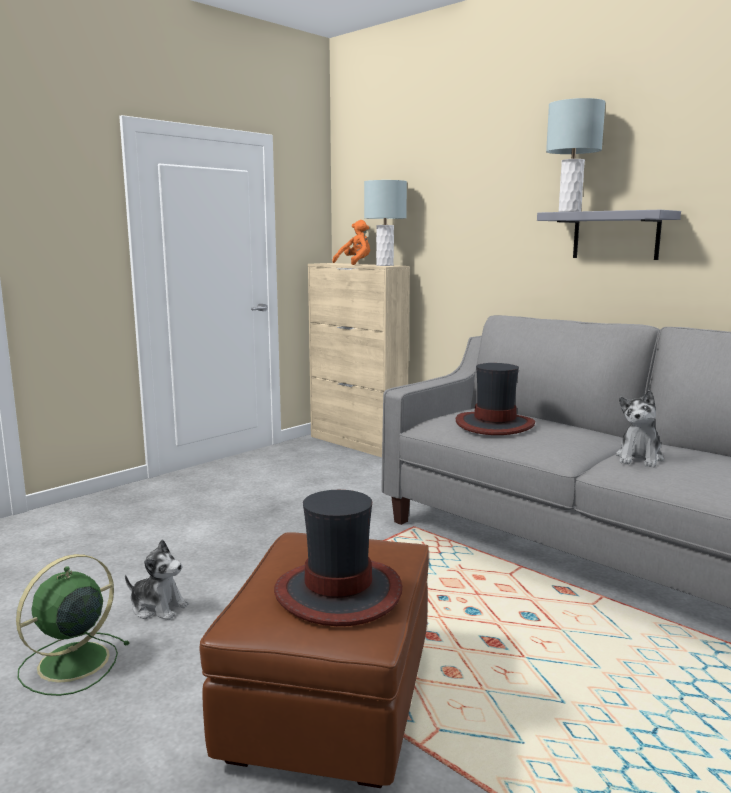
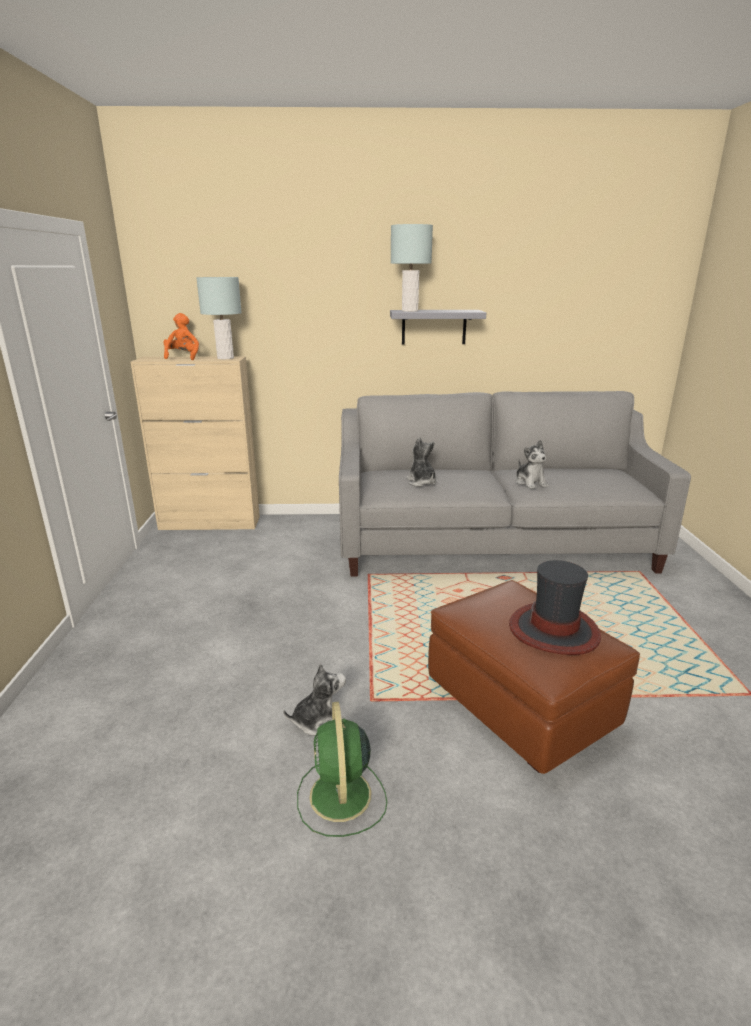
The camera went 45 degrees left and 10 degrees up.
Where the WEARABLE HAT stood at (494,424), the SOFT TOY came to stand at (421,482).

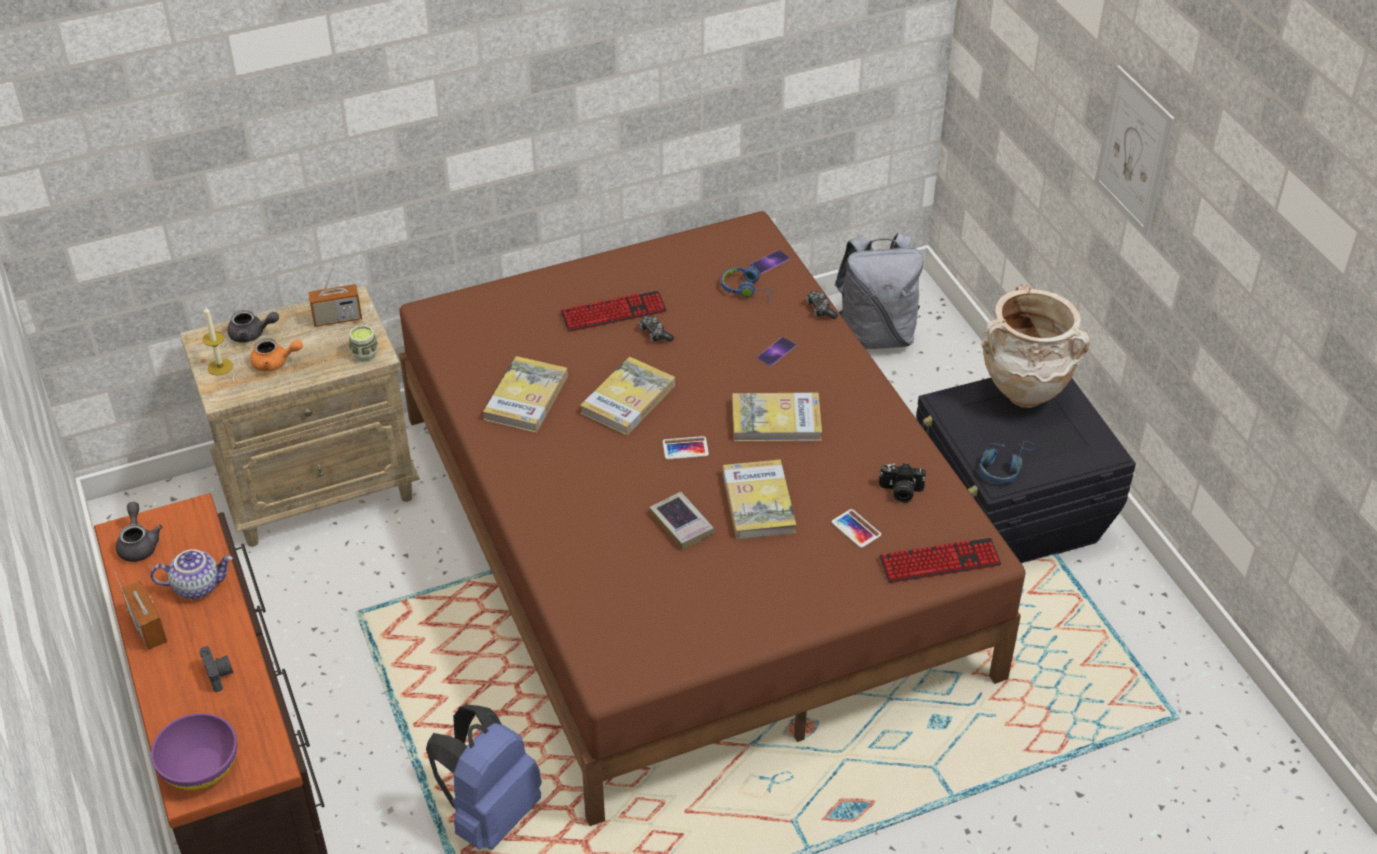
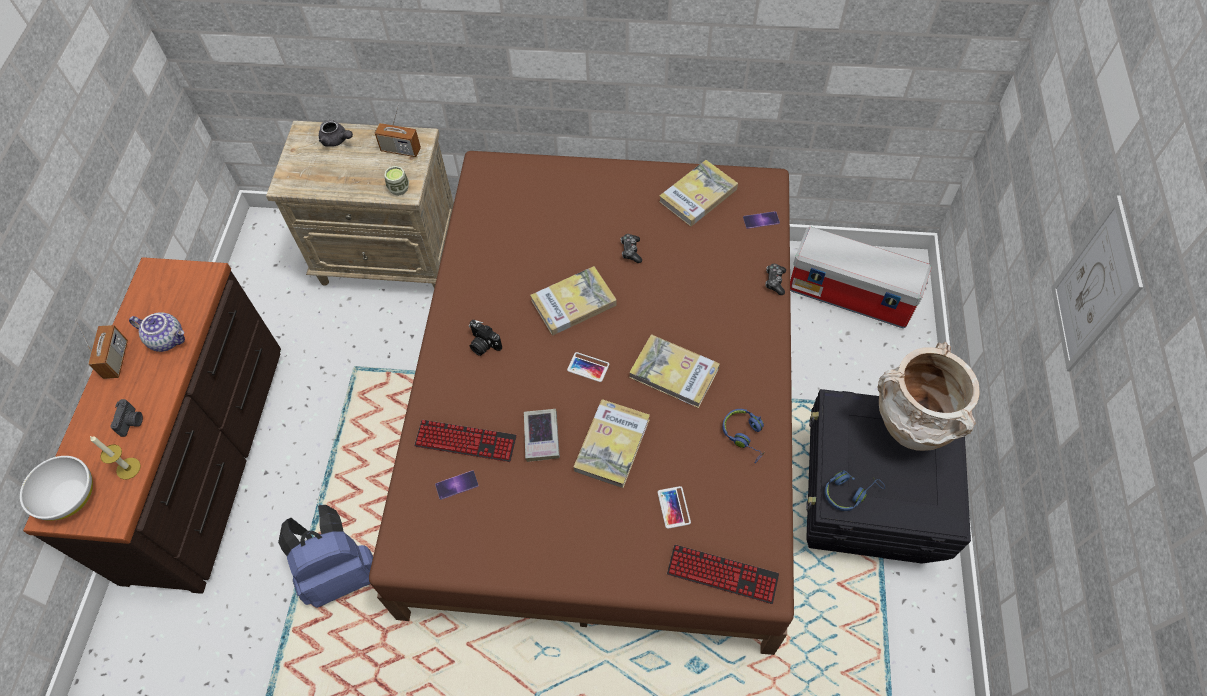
The camera went 30 degrees right and 15 degrees up.
The second view lost the GREY TEAPOT at (139,544).
The second view lost the ORANGEY TEAPOT at (275,363).
The WAX CANDLE ended up elsewhere, having gone from (220,367) to (128,468).
The BOOK ended up elsewhere, having gone from (526,398) to (698,195).
The PC KEYBOARD ended up elsewhere, having gone from (613,313) to (465,441).
The BLUE-COLOURED HEADSET ended up elsewhere, having gone from (747,289) to (745,436).
The HANDSET ended up elsewhere, having gone from (776,352) to (456,485).
The STILL CAMERA ended up elsewhere, having gone from (900,492) to (483,344).
Where the GREY KNAPSACK stood at (875,336), the STORAGE BOX came to stand at (852,294).
What was the PURPLE-COLOURED BOWL at (200,767) turned into the WHITE-COLOURED BOWL at (69,496).

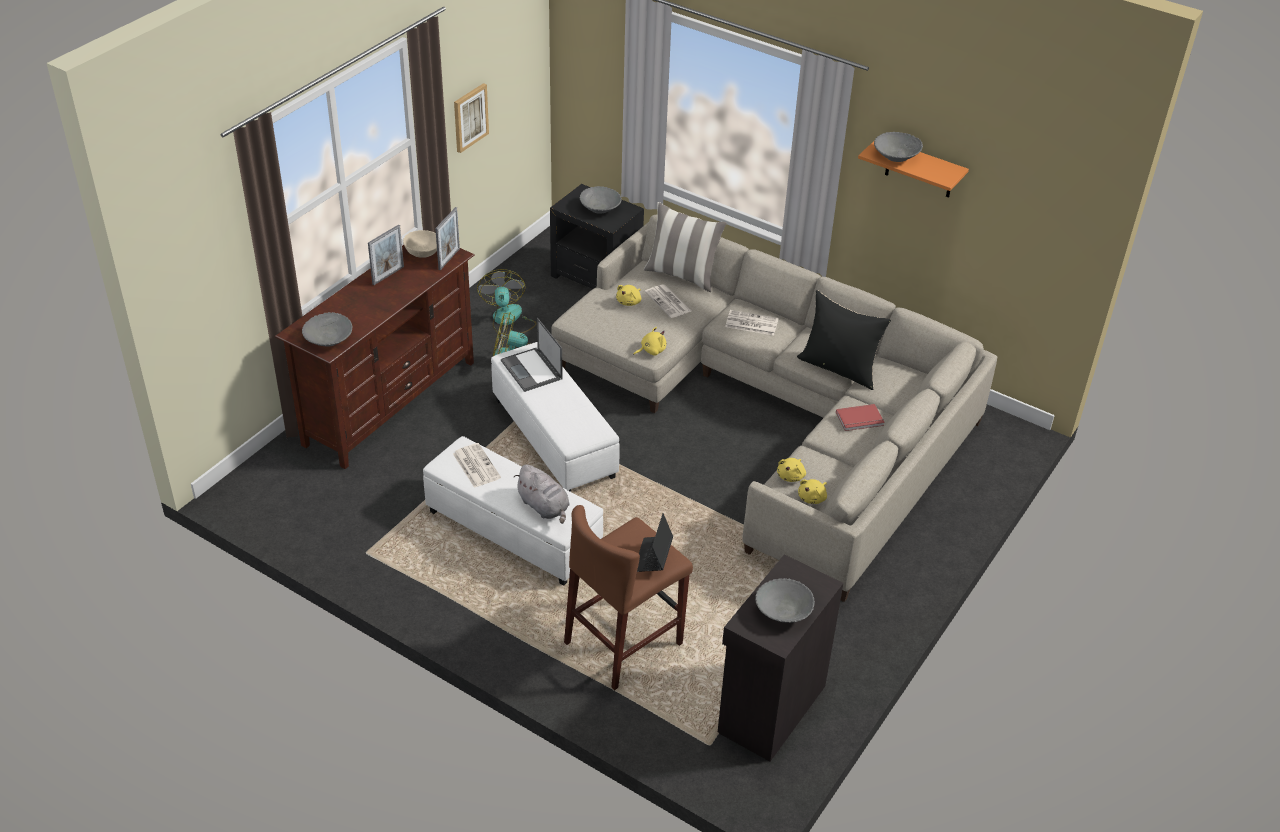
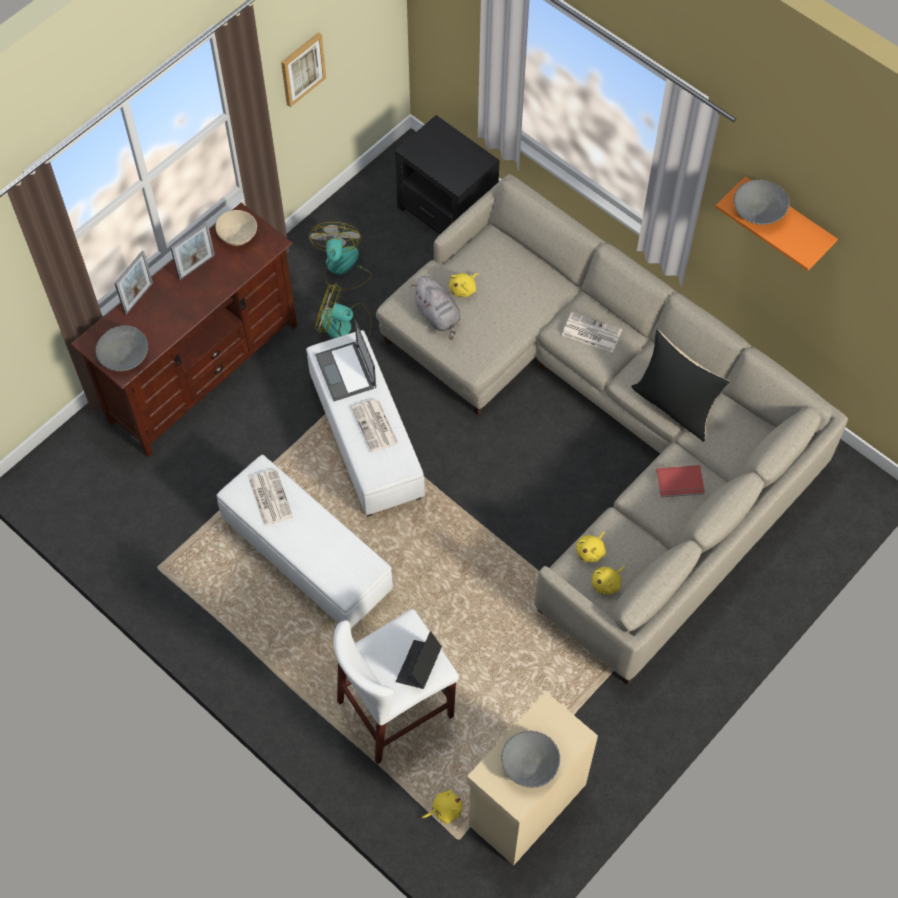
The camera went 10 degrees right and 20 degrees up.
The second view lost the GREY BOWL at (600,208).
The second view lost the PILLOW at (682,275).
The PICTURE FRAME ended up elsewhere, having gone from (449,259) to (138,298).
The GREY SOFT TOY ended up elsewhere, having gone from (544,507) to (438,316).
The YELLOWISH SOFT TOY ended up elsewhere, having gone from (651,350) to (445,810).
The DAILY PAPER ended up elsewhere, having gone from (668,302) to (375,426).
What was the BROWNISH STOOL at (623,643) turned into the WHITE-COLOURED STOOL at (395,709).
What was the BLACK-COLOURED CUPBOARD at (769,708) turned into the BEIGE-COLOURED CUPBOARD at (525,804).

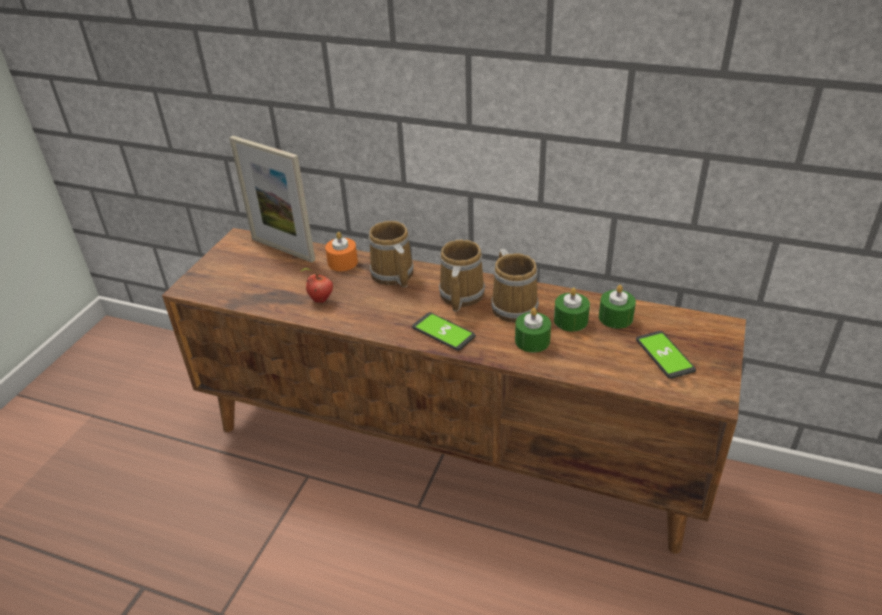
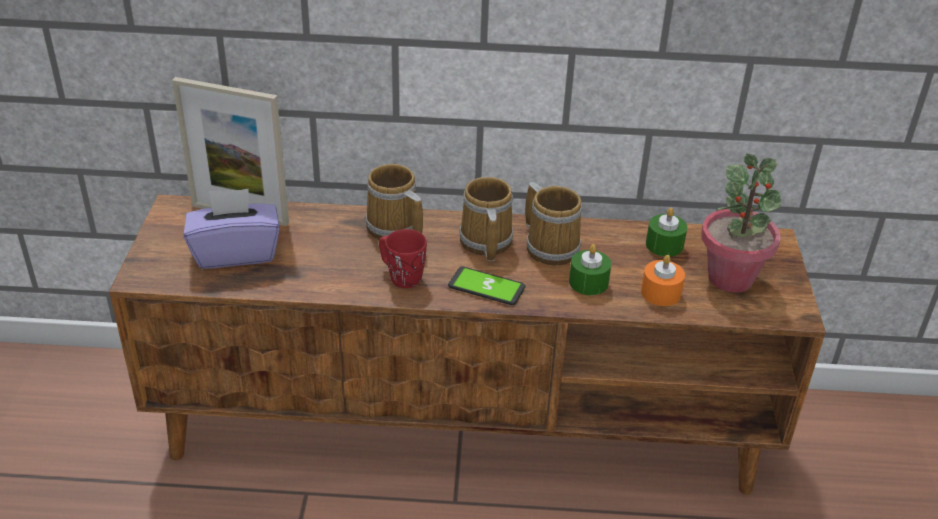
The camera went 20 degrees left and 0 degrees up.
The second view lost the APPLE at (319,300).
The second view lost the GREEN-COLOURED WAX CANDLE at (570,320).
The second view gained the PURPLE-COLOURED TISSUE HOLDER at (235,252).
The second view gained the REDDISH COFFEE MUG at (401,276).
The ORANGEY WAX CANDLE ended up elsewhere, having gone from (342,262) to (660,293).
Where the HANDSET stood at (665,355), the HOUSEPLANT came to stand at (730,278).

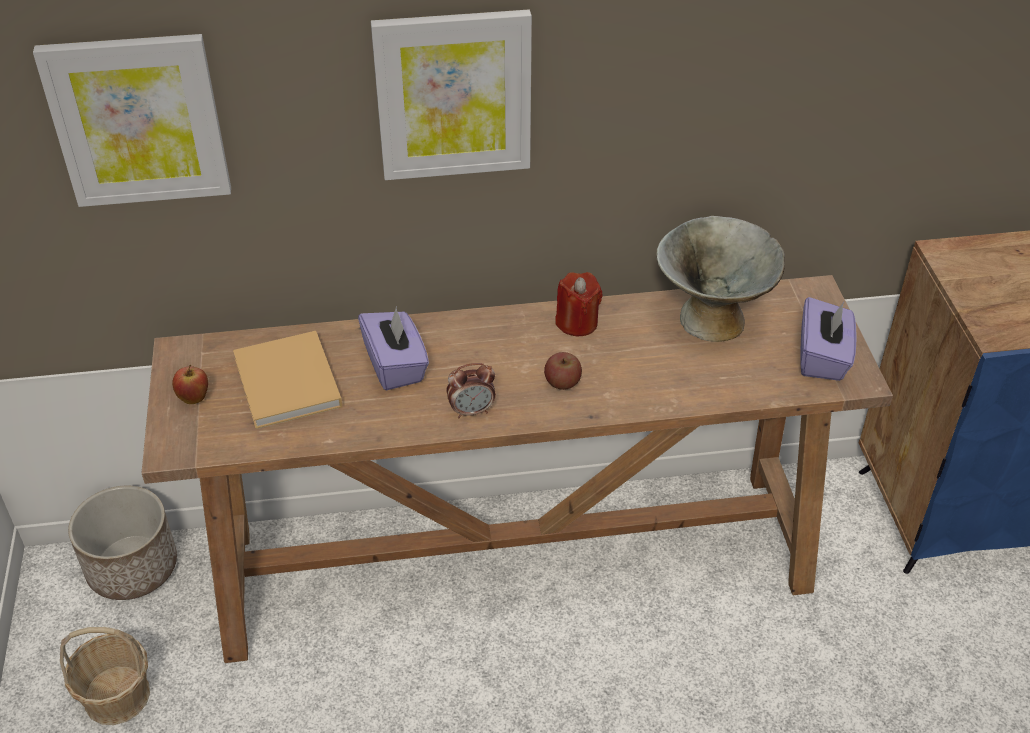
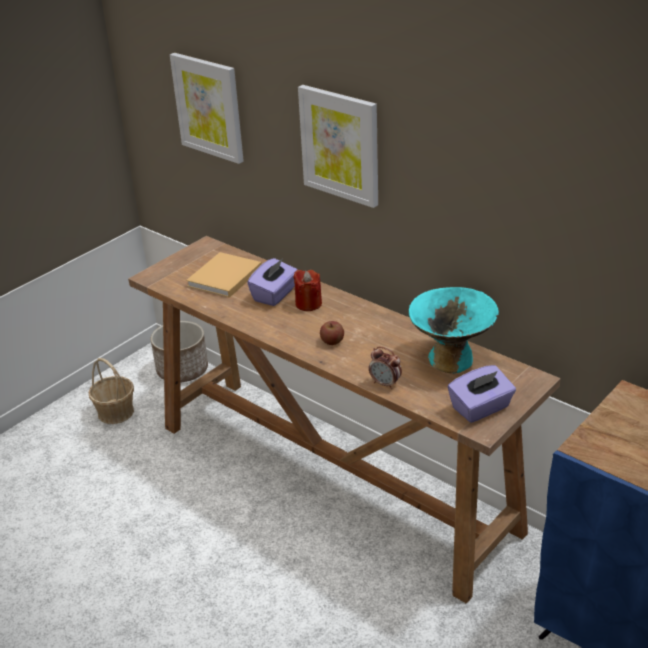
The camera went 50 degrees right and 10 degrees down.
The second view lost the APPLE at (194,398).
The TABLE CLOCK ended up elsewhere, having gone from (472,411) to (385,384).
The REDDISH WAX CANDLE ended up elsewhere, having gone from (577,323) to (308,304).
What was the GREY BOWL at (712,320) turned into the TURQUOISE-COLOURED BOWL at (451,359).

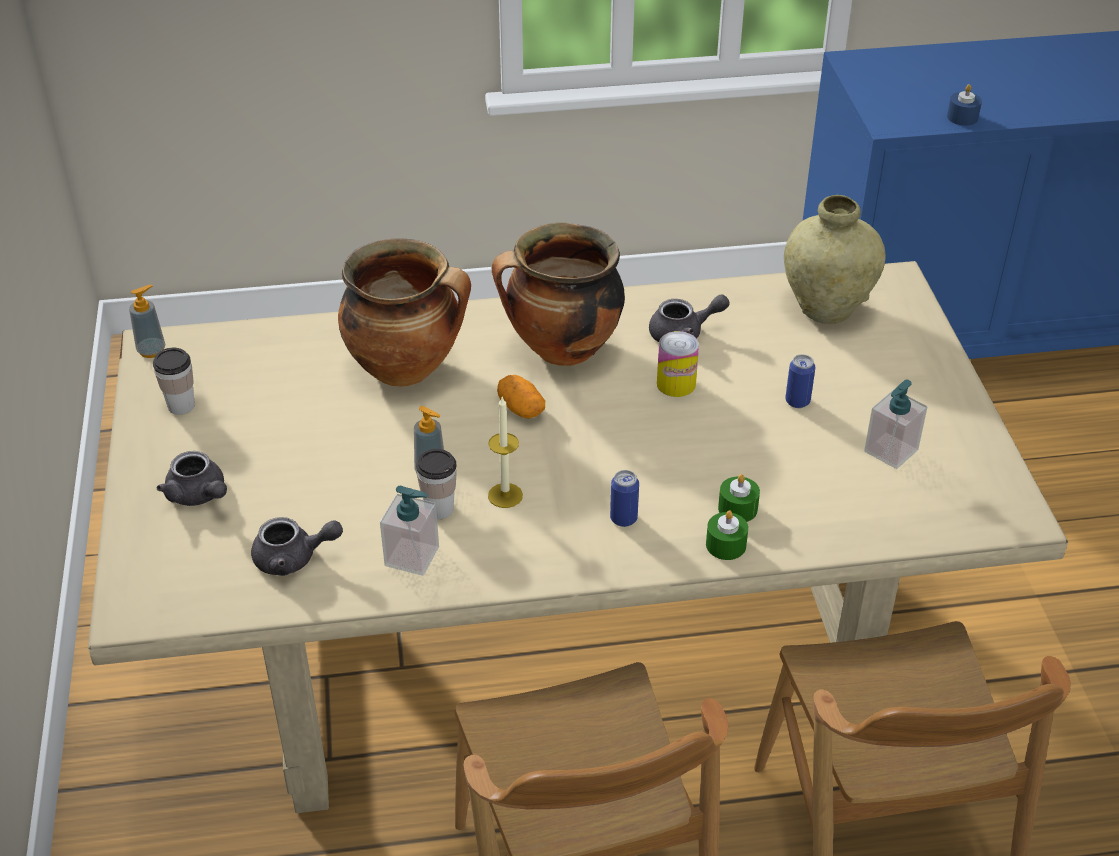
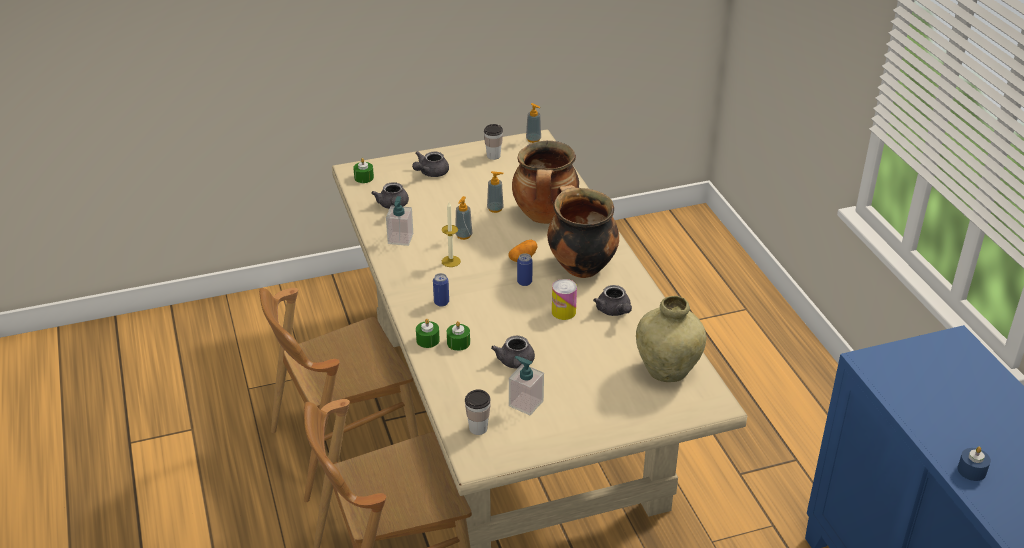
The camera went 80 degrees right and 5 degrees down.
The second view gained the GREEN-COLOURED WAX CANDLE at (364,178).
The second view gained the SOAP DISPENSER at (495,209).
The second view gained the GREY TEAPOT at (515,363).
The CUP ended up elsewhere, having gone from (439,509) to (478,428).
The CAN ended up elsewhere, having gone from (797,401) to (524,282).
The BLUE-COLOURED WAX CANDLE ended up elsewhere, having gone from (962,117) to (971,470).

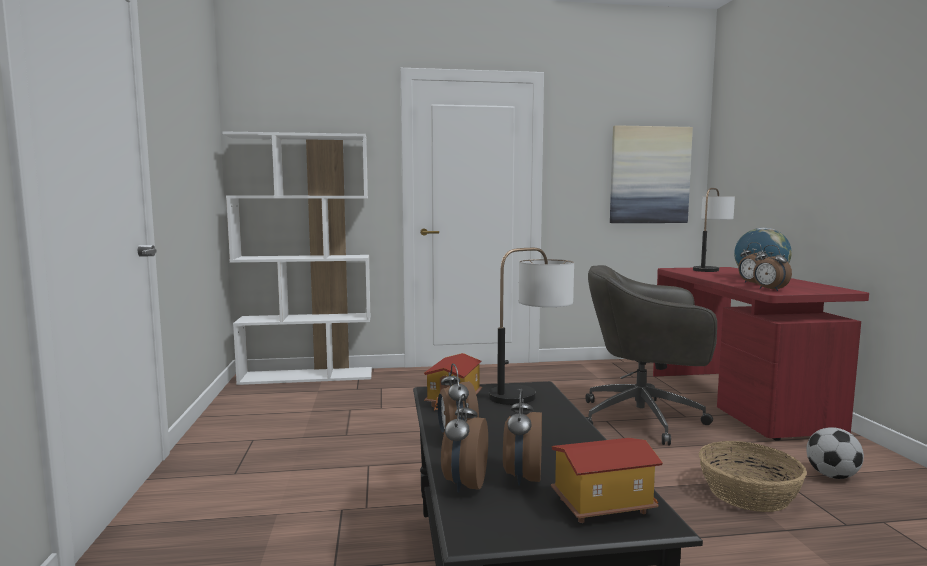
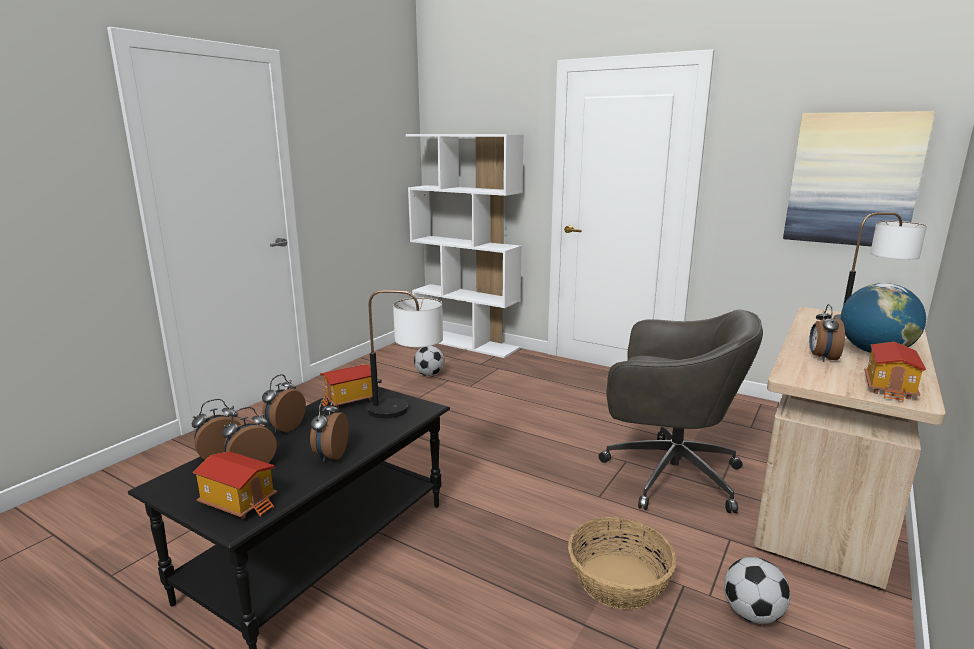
The camera went 40 degrees right and 10 degrees up.
The second view gained the FOOTBALL BALL at (429,374).
The second view gained the TOY HOUSE at (890,388).
The TABLE CLOCK ended up elsewhere, having gone from (769,289) to (330,455).
What was the REDDISH DESK at (739,401) turned into the BEIGE-COLOURED DESK at (826,497).
The GREY OFFICE CHAIR at (645,419) ended up facing another way, 150 degrees clockwise from before.

